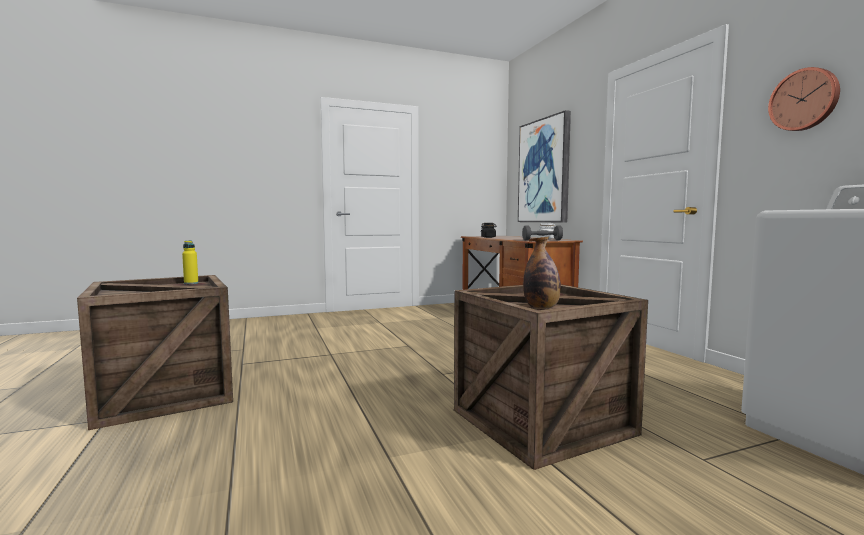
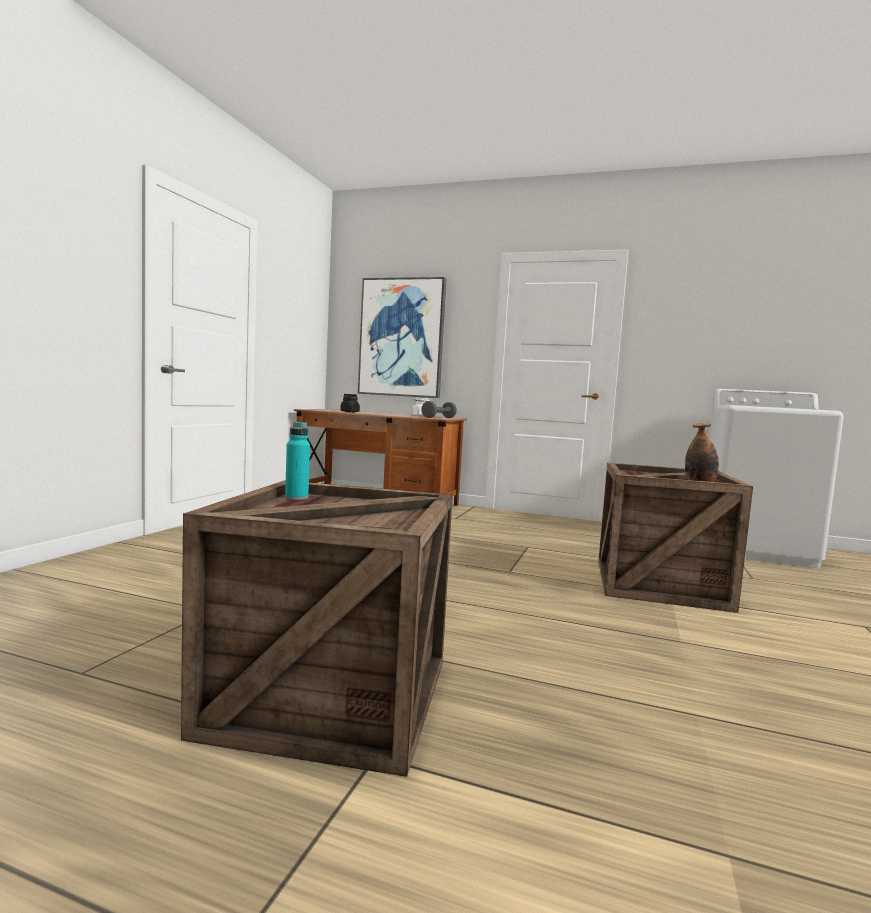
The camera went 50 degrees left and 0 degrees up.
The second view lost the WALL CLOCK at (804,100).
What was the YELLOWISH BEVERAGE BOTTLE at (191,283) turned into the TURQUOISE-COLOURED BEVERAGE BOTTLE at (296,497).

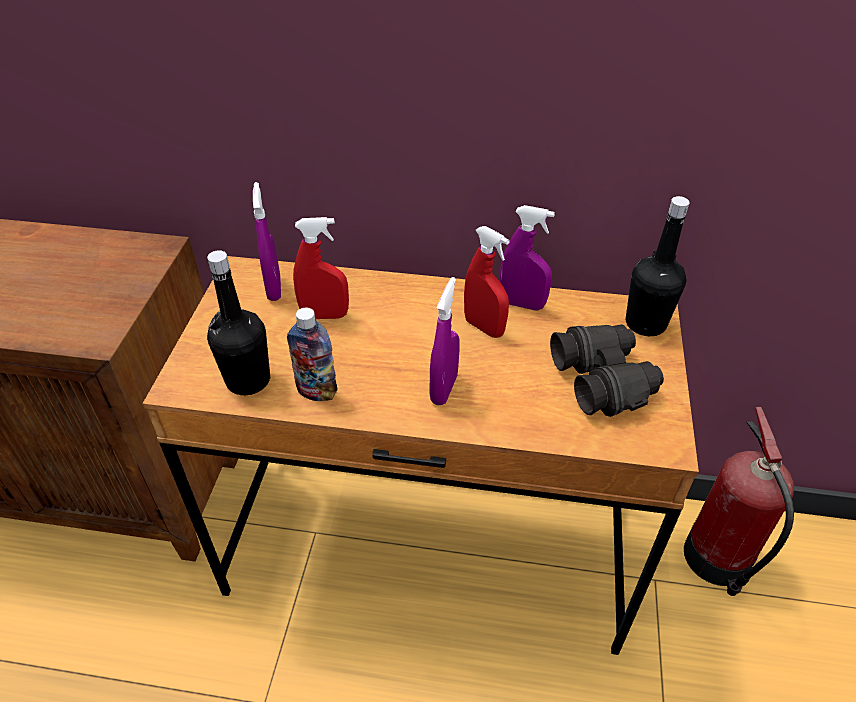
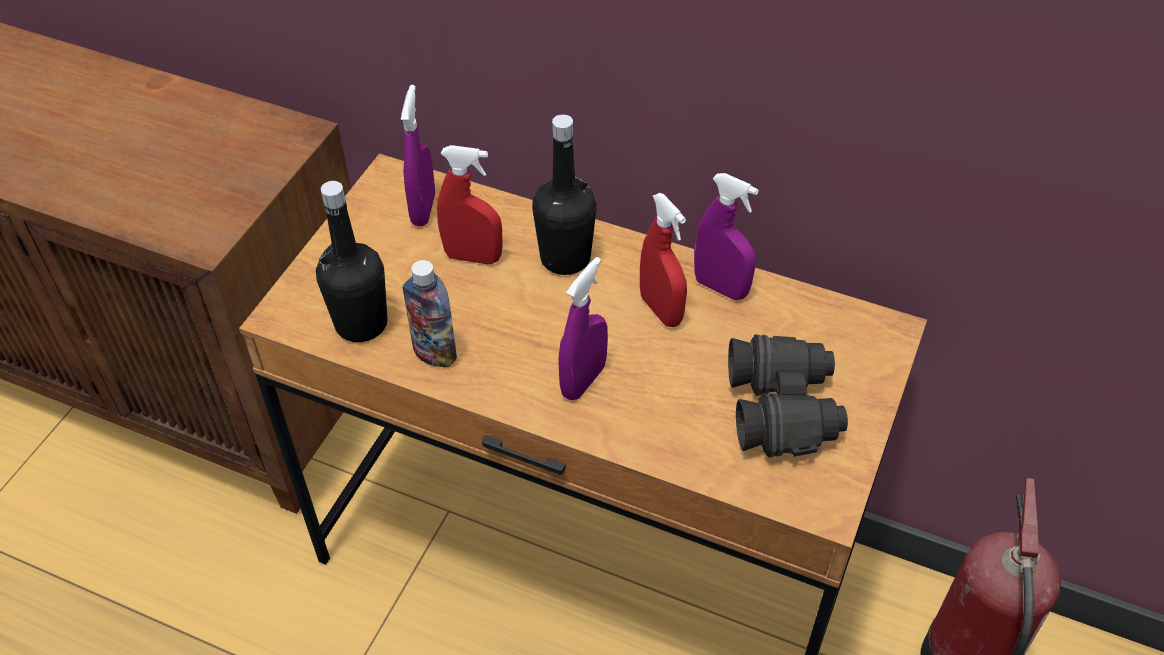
The camera went 15 degrees right and 5 degrees up.
The BLACK-COLOURED BEVERAGE BOTTLE ended up elsewhere, having gone from (645,323) to (565,258).

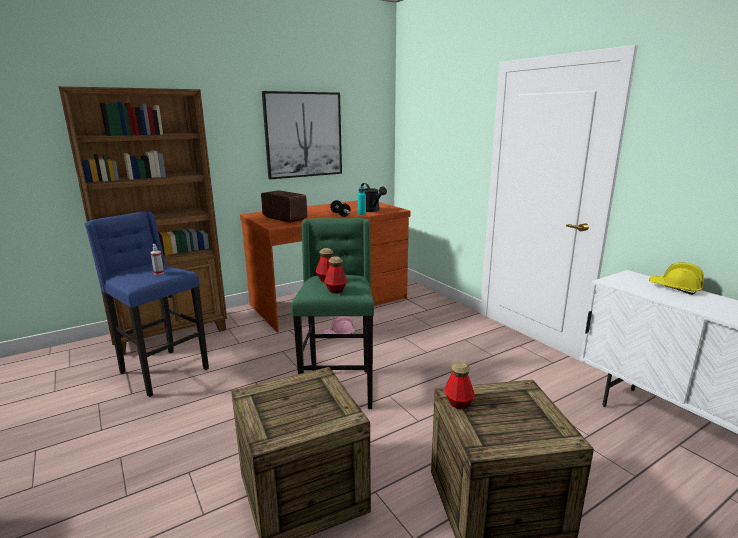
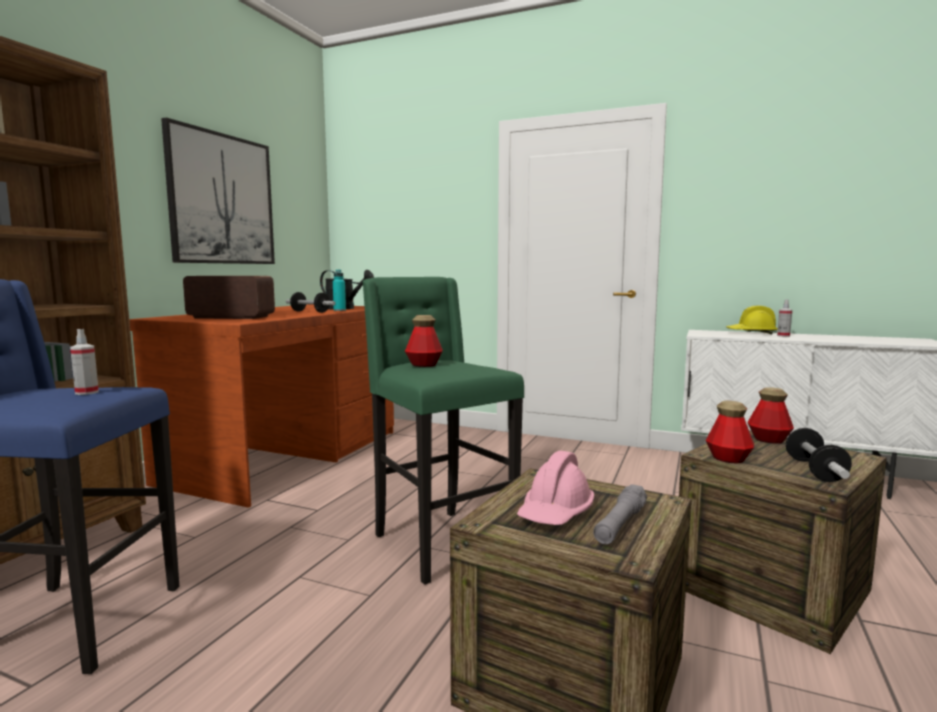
The camera went 35 degrees left and 10 degrees down.
The second view gained the GREY TORCH at (620,524).
The second view gained the SPRAYER at (783,336).
The second view gained the FREE WEIGHT at (815,471).
The PINKISH HARD HAT ended up elsewhere, having gone from (339,334) to (556,513).
The BEVERAGE BOTTLE ended up elsewhere, having gone from (336,290) to (769,440).

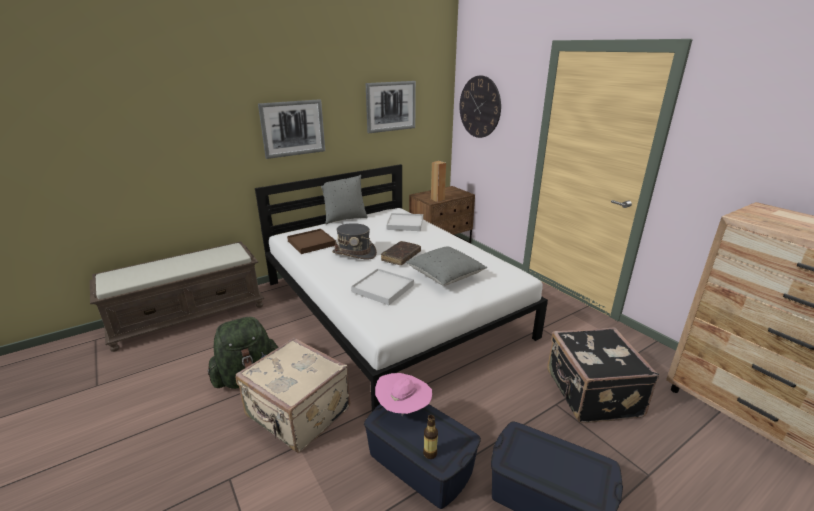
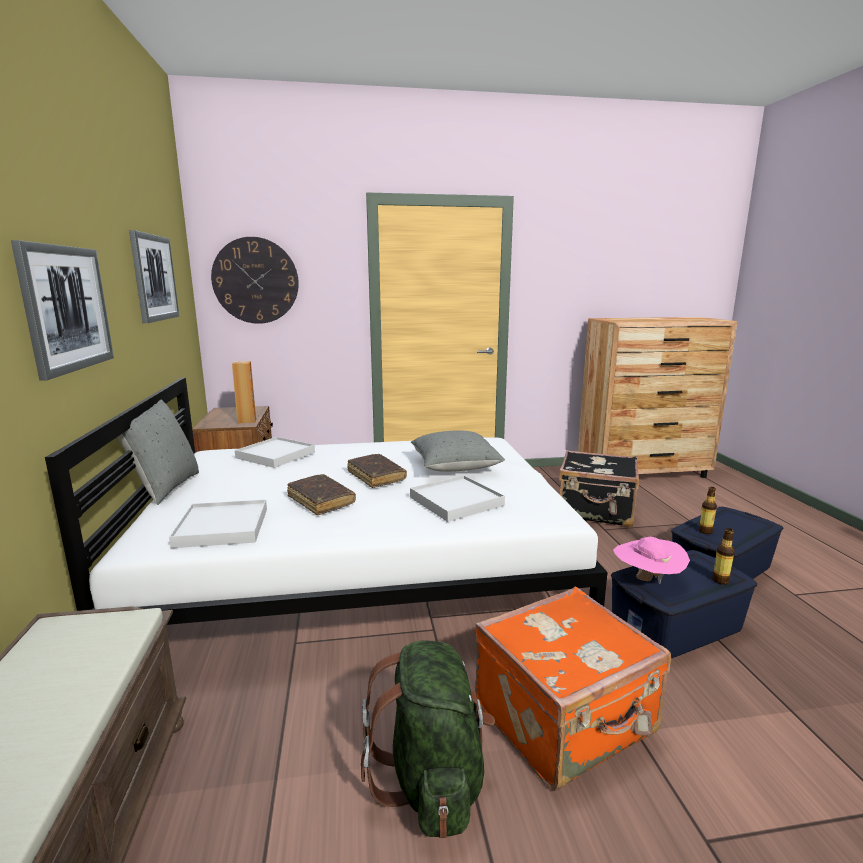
The camera went 65 degrees left and 10 degrees down.
The second view gained the BEVERAGE BOTTLE at (705,531).
Where the GREY WEARABLE HAT stood at (354,253), the BROWNISH BOOK came to stand at (321,500).
What was the BEIGE-COLOURED TRAVEL CASE at (297,414) turned into the ORANGEY TRAVEL CASE at (566,720).
What was the BROWNISH CARRYING TRAY at (311,243) turned into the WHITE-COLOURED CARRYING TRAY at (222,527).

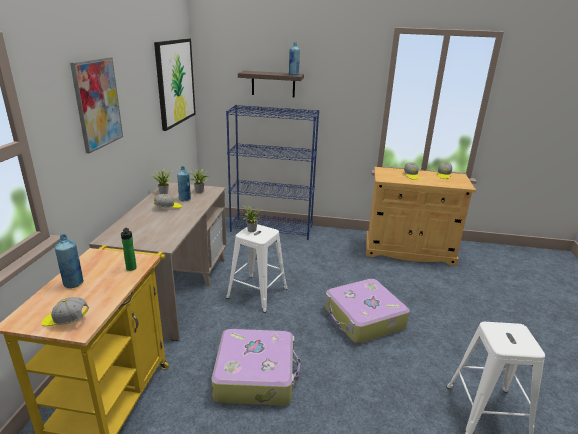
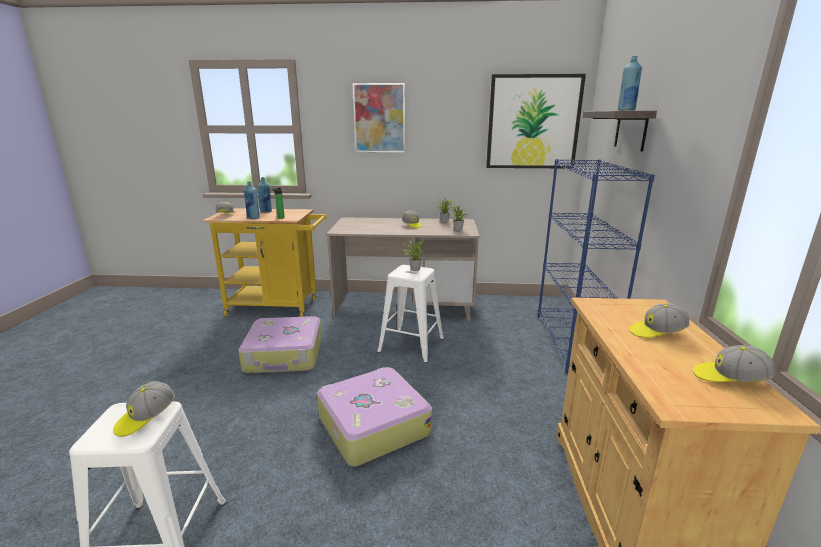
The camera went 85 degrees right and 5 degrees down.
The second view gained the PEAKED CAP at (146,418).
The BLUE-COLOURED BEVERAGE BOTTLE ended up elsewhere, having gone from (185,199) to (253,218).

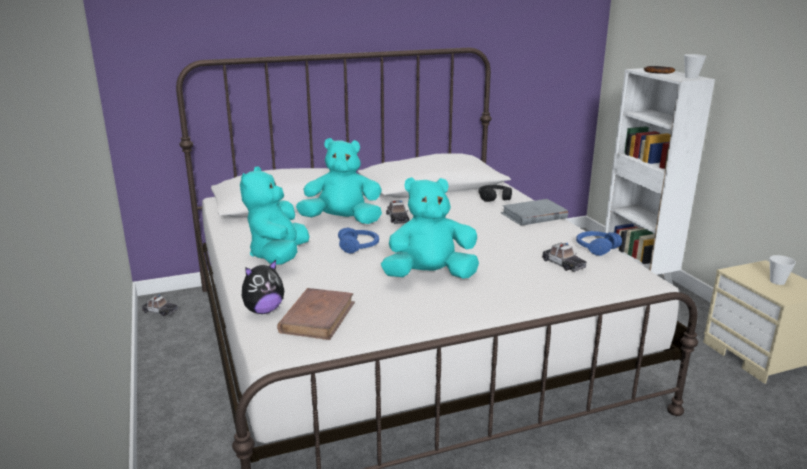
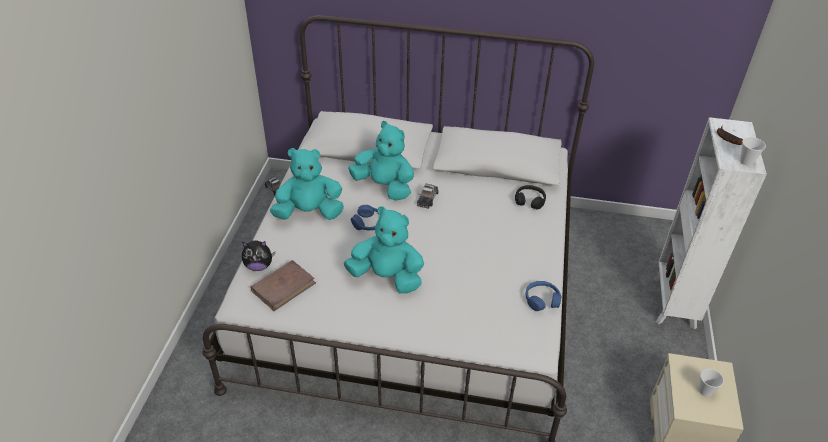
The camera went 30 degrees right and 20 degrees up.
The second view lost the GREY BOOK at (533,216).
The second view lost the MODEL CAR at (563,263).
The TURQUOISE-COLOURED SOFT TOY at (279,256) ended up facing another way, 45 degrees clockwise from before.

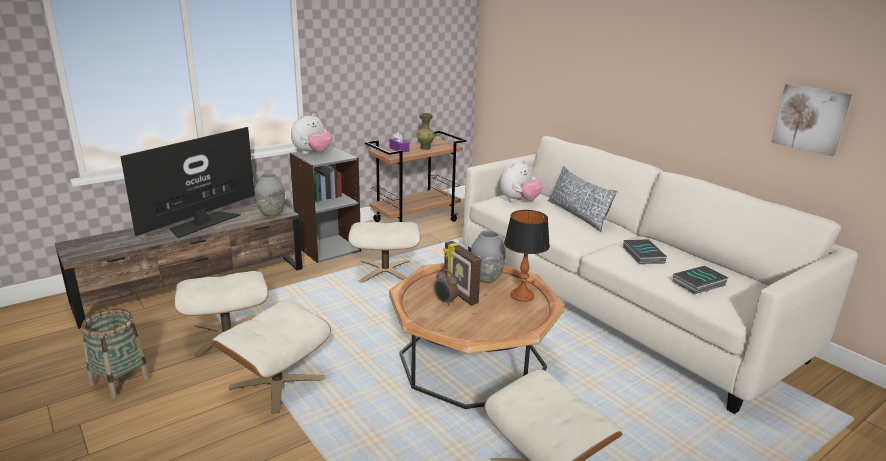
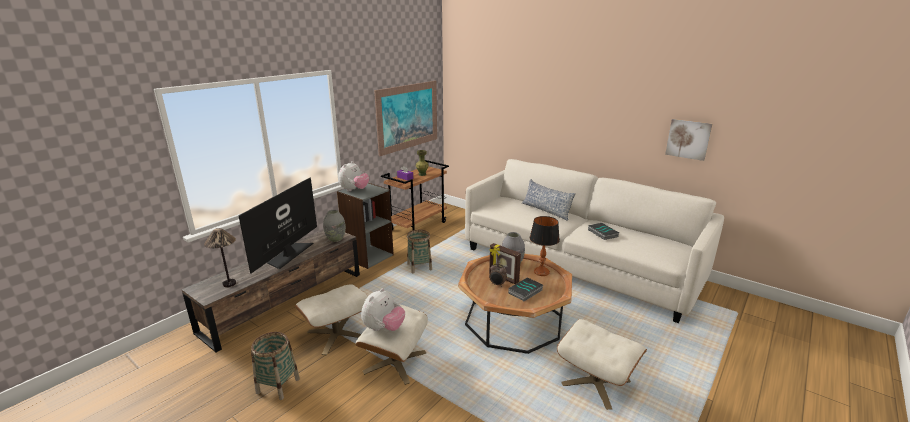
The camera went 15 degrees left and 0 degrees up.
The second view gained the TABLE LAMP at (229,283).
The second view gained the PICTURE at (408,116).
The SOFT TOY ended up elsewhere, having gone from (519,201) to (383,328).
The BOOK ended up elsewhere, having gone from (699,283) to (525,292).
Where the BEIGE-COLOURED OTTOMAN stood at (385,271), the HOUSEHOLD BASKET came to stand at (419,267).

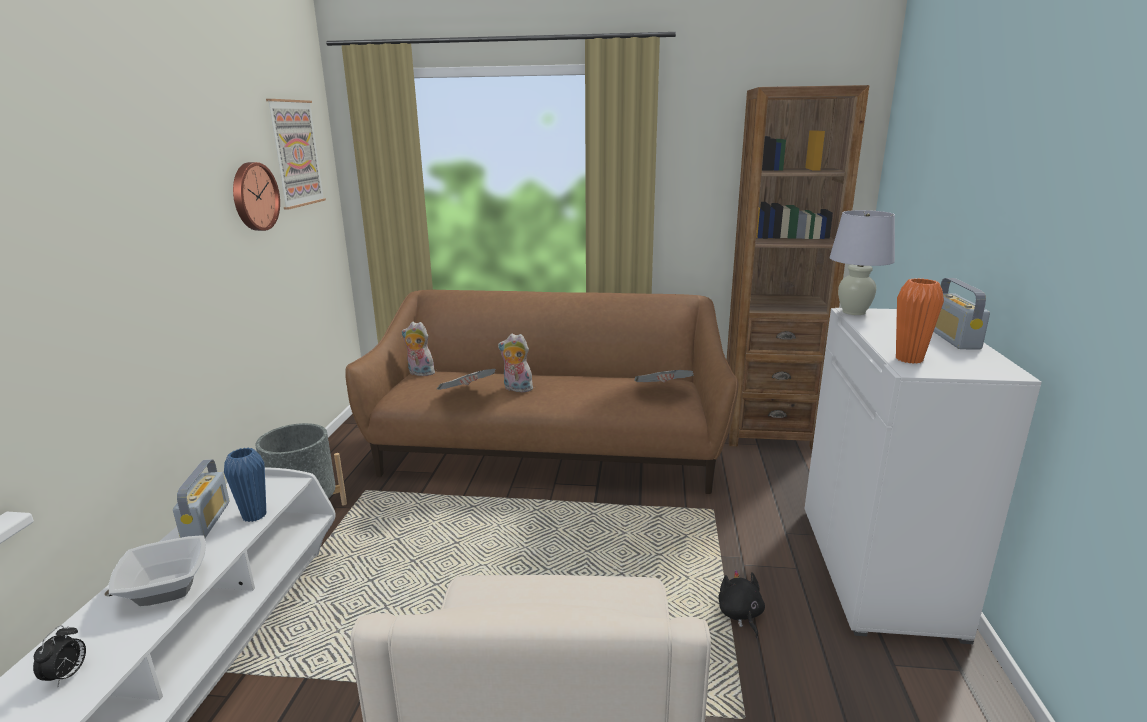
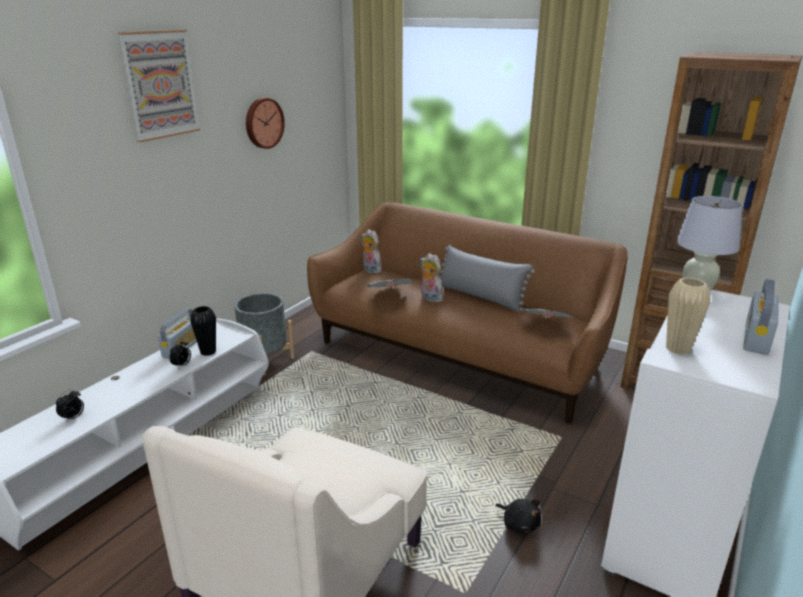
The camera went 25 degrees right and 5 degrees up.
The second view lost the BOWL at (166,587).
The second view gained the TABLE CLOCK at (182,365).
The second view gained the GREY PILLOW at (480,297).
The PICTURE ended up elsewhere, having gone from (295,153) to (160,85).
What was the BLUE-COLOURED DECORATIVE VASE at (254,515) turned into the BLACK-COLOURED DECORATIVE VASE at (208,352).
What was the ORANGEY DECORATIVE VASE at (909,359) turned into the BEIGE-COLOURED DECORATIVE VASE at (678,349).
The BLACK-COLOURED SOFT TOY at (740,615) ended up facing another way, 120 degrees clockwise from before.

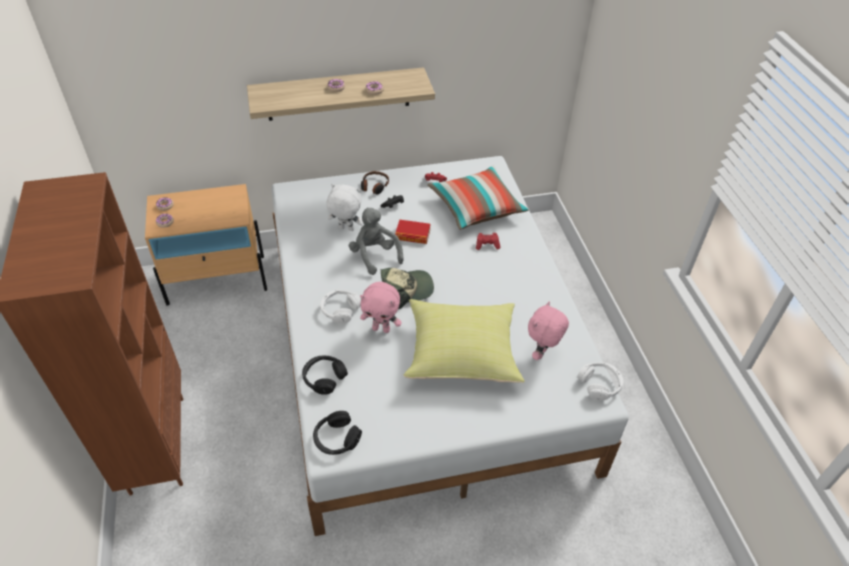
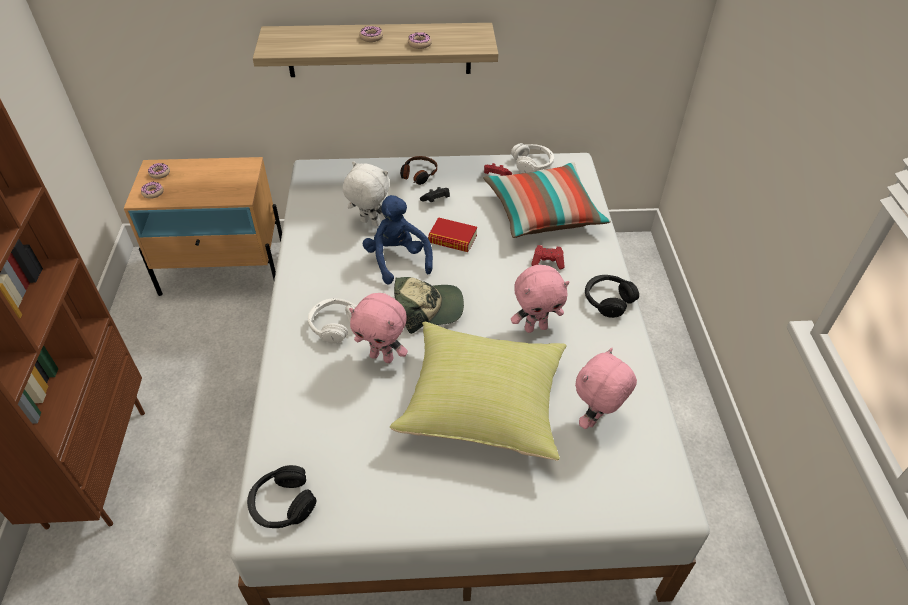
The camera went 10 degrees right and 0 degrees up.
The second view gained the PINKISH SOFT TOY at (535,327).
The BLACK-COLOURED HEADSET ended up elsewhere, having gone from (324,378) to (608,300).
The WHITE-COLOURED HEADSET ended up elsewhere, having gone from (600,384) to (532,164).
What was the GREY SOFT TOY at (374,255) turned into the BLUE-COLOURED SOFT TOY at (397,260).

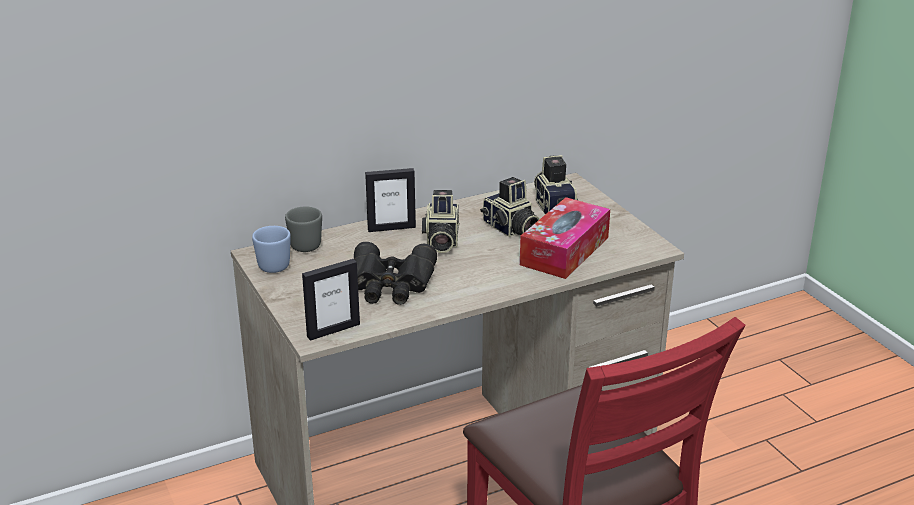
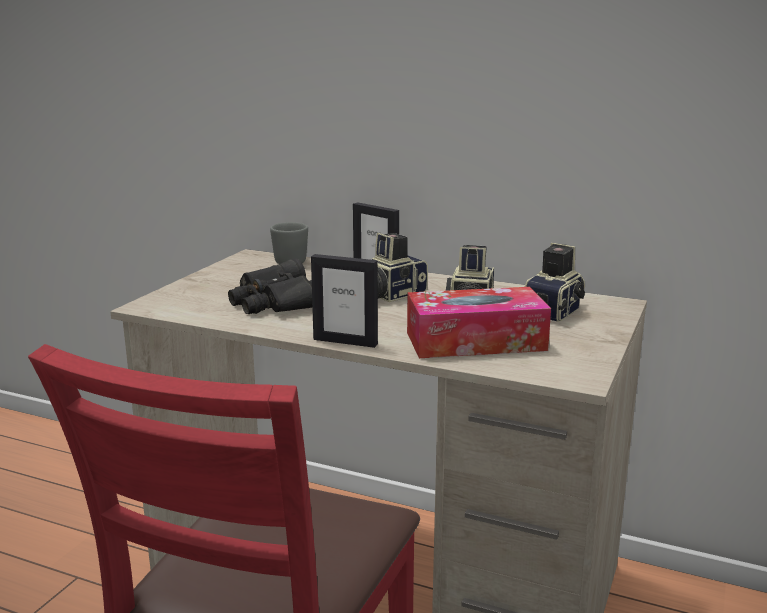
The camera went 50 degrees right and 10 degrees down.
The second view lost the BLUE-COLOURED COFFEE MUG at (272,264).
The PICTURE FRAME ended up elsewhere, having gone from (333,330) to (345,341).

